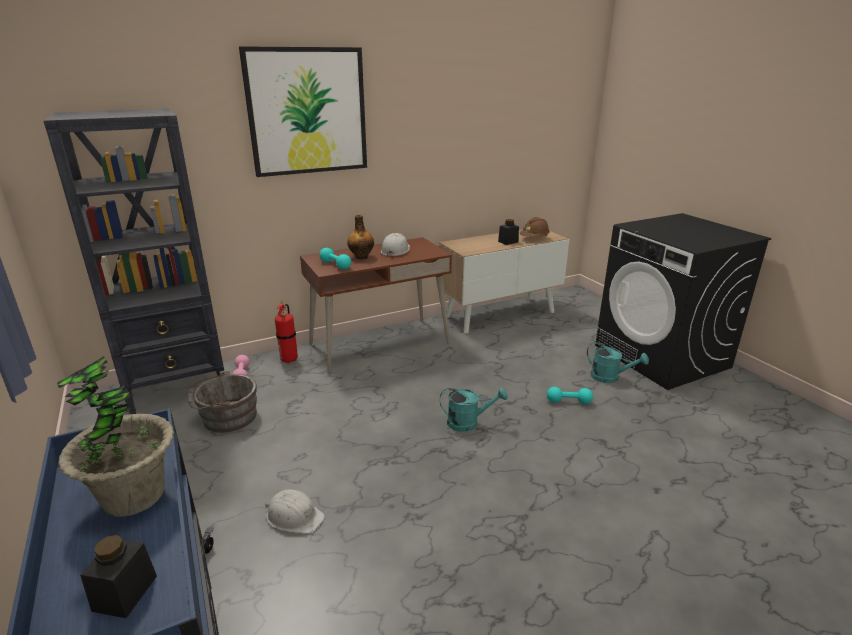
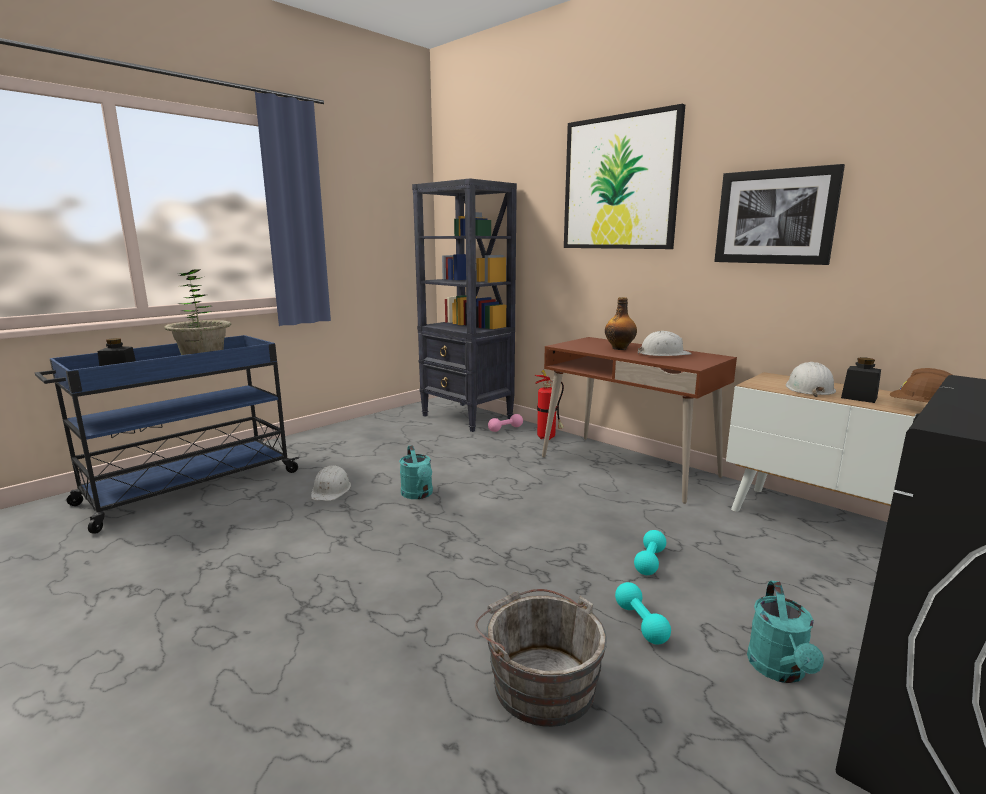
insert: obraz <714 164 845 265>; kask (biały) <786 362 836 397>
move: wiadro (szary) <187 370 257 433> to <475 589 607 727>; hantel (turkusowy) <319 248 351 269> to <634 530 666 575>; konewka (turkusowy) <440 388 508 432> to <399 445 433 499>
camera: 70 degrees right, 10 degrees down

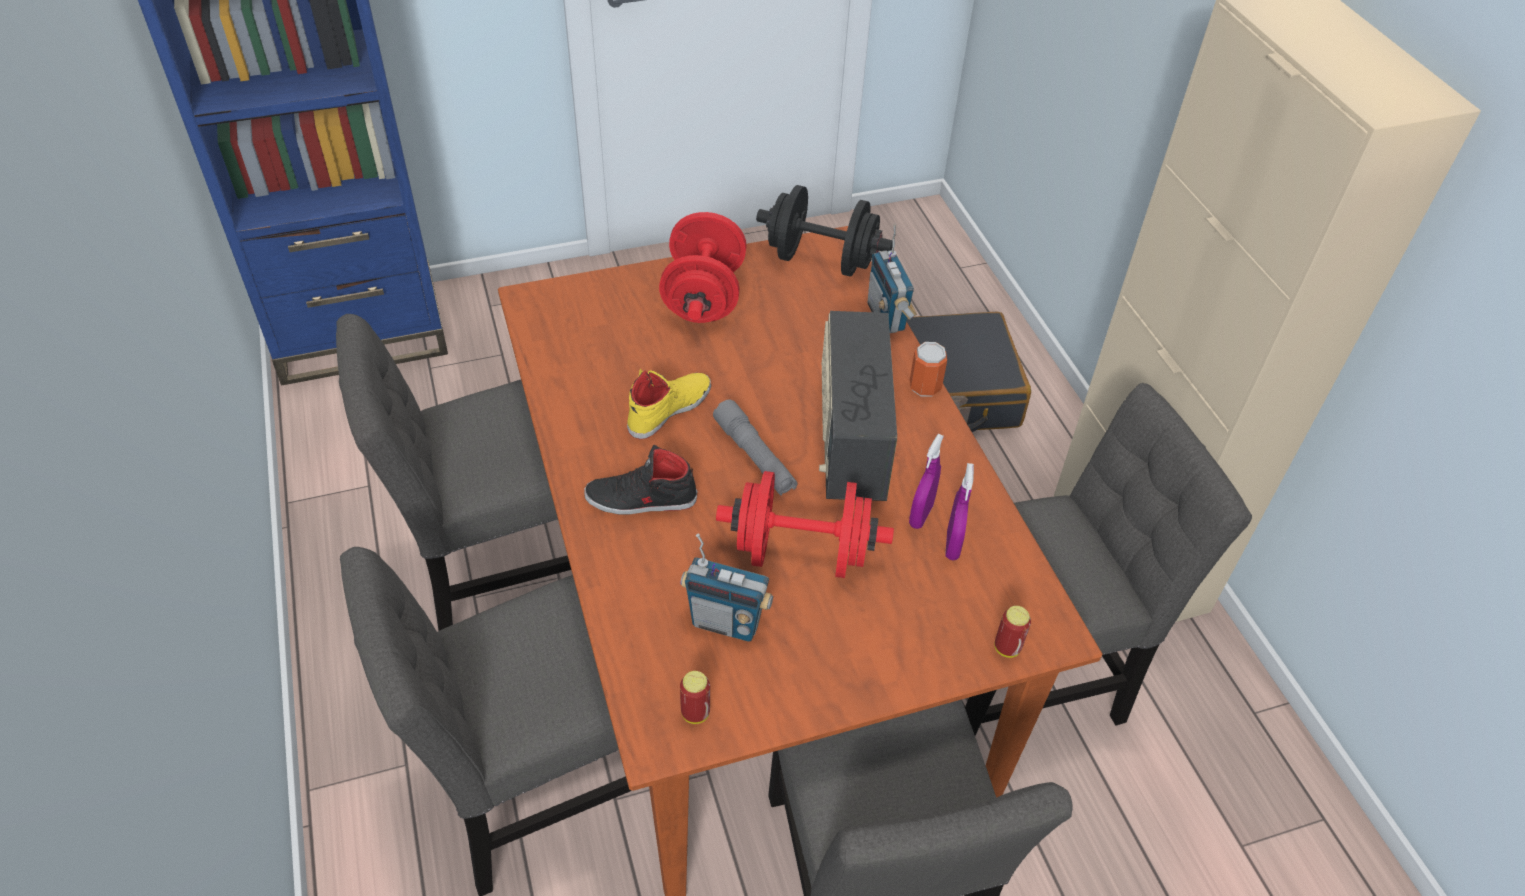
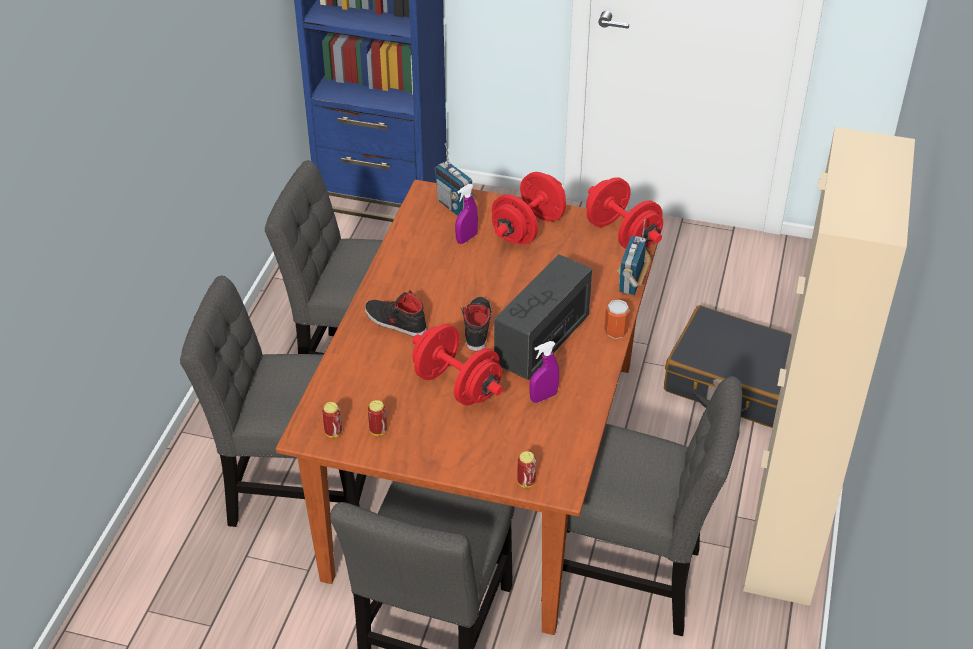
delete: but (żółty) <627 369 711 439>
insert: puszka <368 400 387 436>
move: radio <680 534 773 642> to <435 143 477 216>; spryskiwacz (fioletowy) <945 463 974 560> to <455 184 478 244>
replace: latarka (szary) <713 399 797 496> to but (czarny) <461 297 493 351>
recolor: hantel (czarny) <756 185 893 276> to hantel (czerwony) <586 177 663 249>
camera: 35 degrees right, 5 degrees down

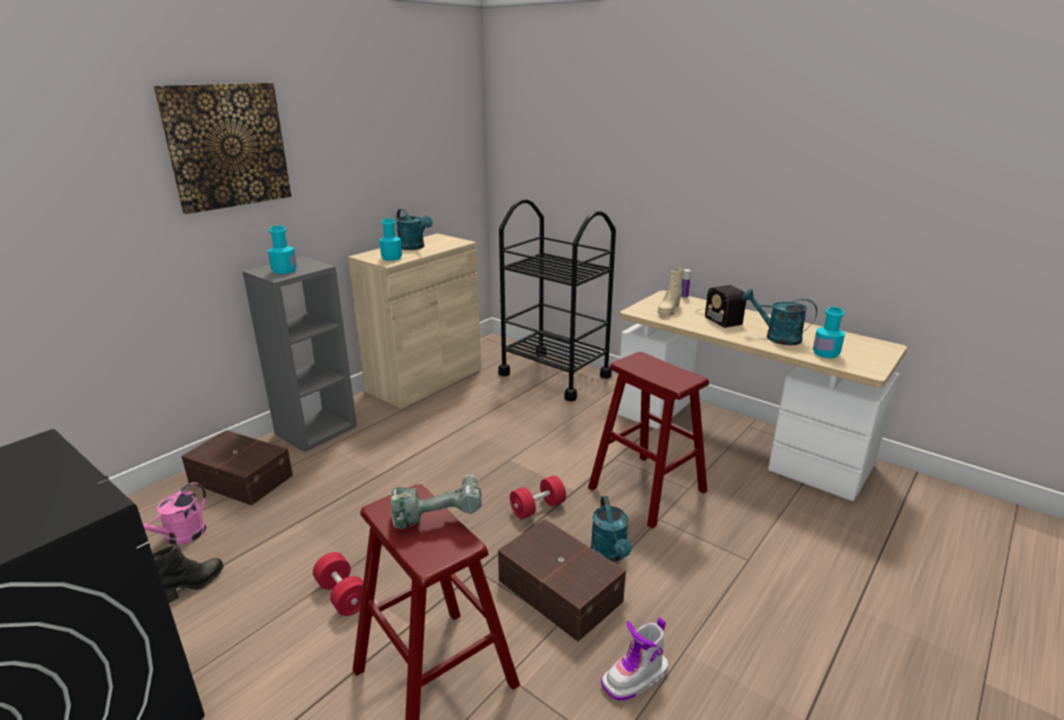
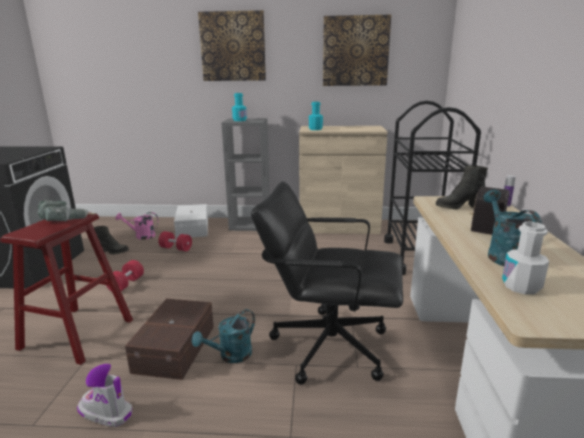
delete: konewka (turkusowy) <396 209 433 250>
insert: obraz <323 15 391 86>
move: hantel (czerwony) <510 475 566 519> to <158 231 192 251>
replace: stołek (czerwony) <588 352 709 529> to krzesło biurowe (czarny) <251 181 403 385>
recolor: pojemnik do przechowywania (brązowy) <181 430 293 505> to pojemnik do przechowywania (biały) <174 204 208 239>; but z cholewką (beżowy) <658 268 683 315> to but z cholewką (czarny) <436 166 488 210>; butelka (turkusowy) <813 307 845 358> to butelka (biały) <502 222 549 294>
camera: 55 degrees right, 5 degrees down

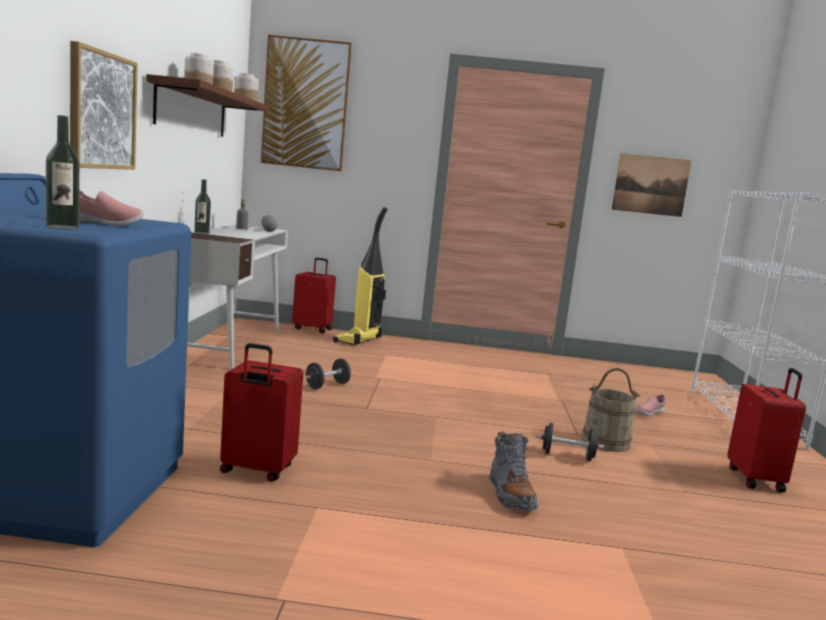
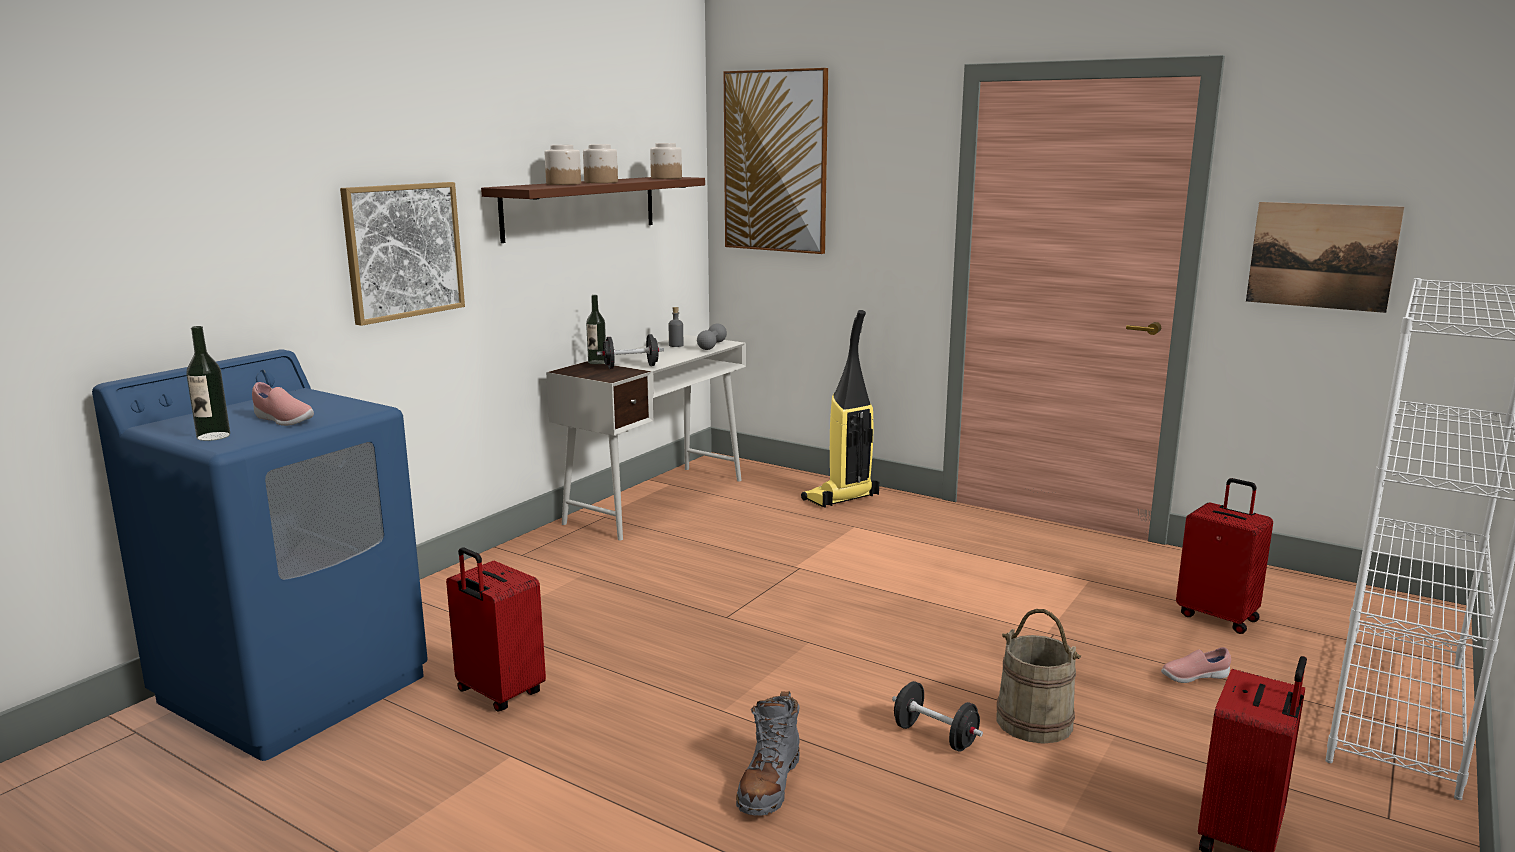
move: walizka (czerwony) <292 258 336 334> to <1176 478 1273 634>; hantel (czarny) <306 358 351 389> to <597 334 664 369>
camera: 30 degrees right, 5 degrees up

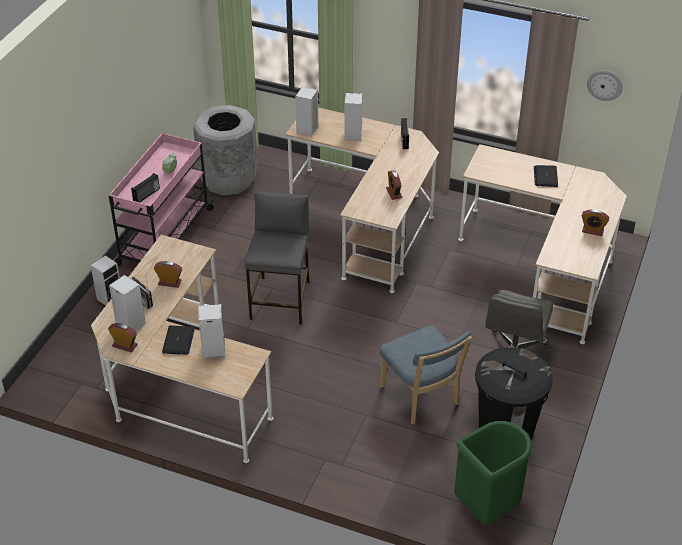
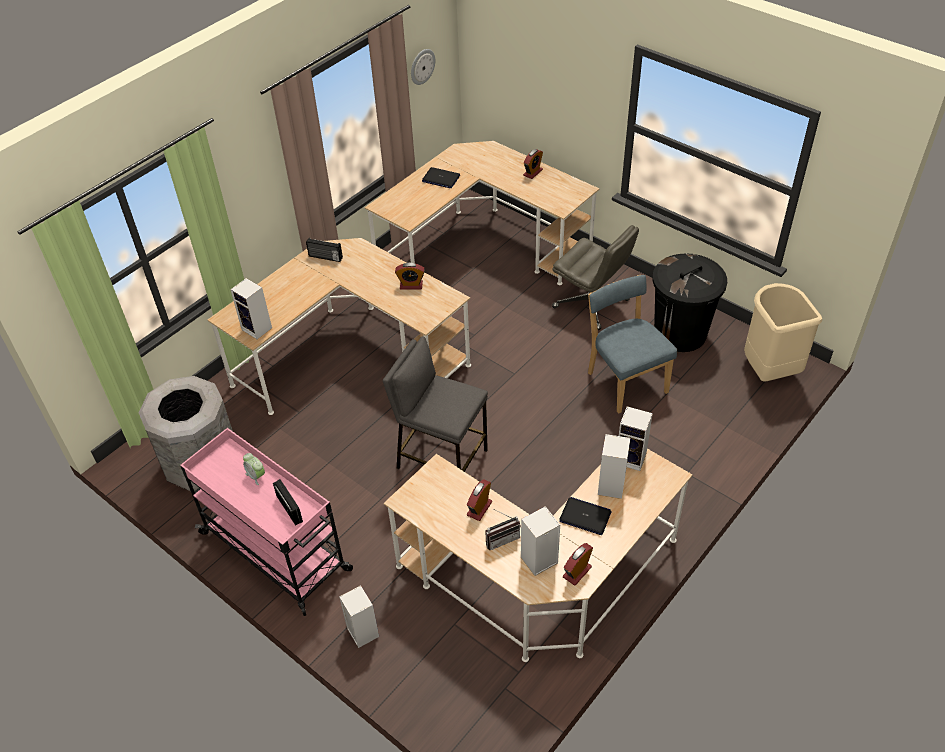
move: głośnik <344 93 363 141> to <619 406 653 471>
recolor: kosz na śmieci (zielony) <454 421 532 525> to kosz na śmieci (beżowy) <744 283 822 382>
rotate: krzesło (niebieski) <379 325 472 424> = <588 275 677 414> 105 degrees counterclockwise
camera: 70 degrees left, 5 degrees up

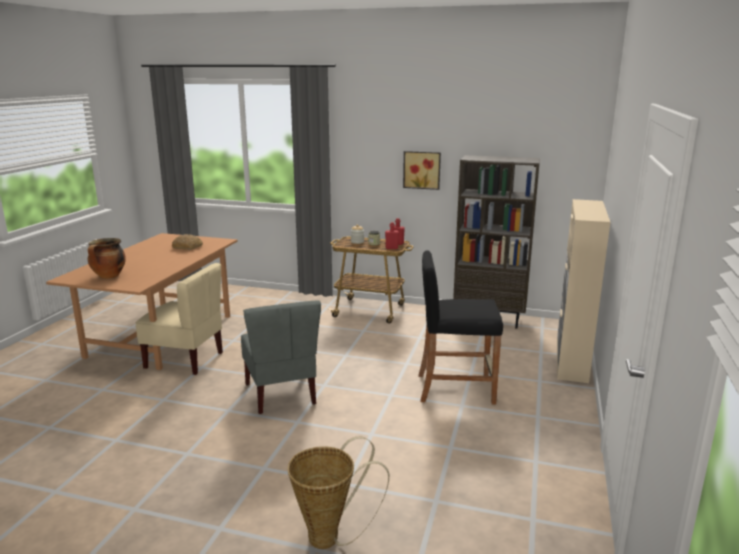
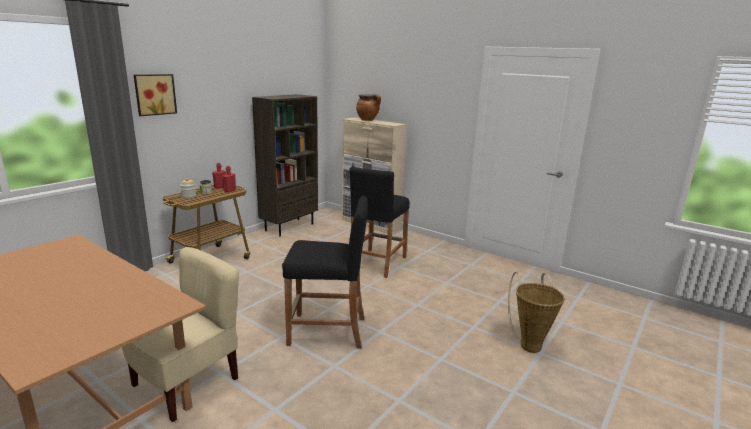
delete: chleb <171 234 203 250>
move: garnek <88 238 126 279> to <356 94 381 121>; obraz <403 151 441 190> to <134 74 177 116>
replace: krzesło (szary) <241 301 321 414> to stołek (czarny) <282 196 368 349>
camera: 70 degrees left, 0 degrees up

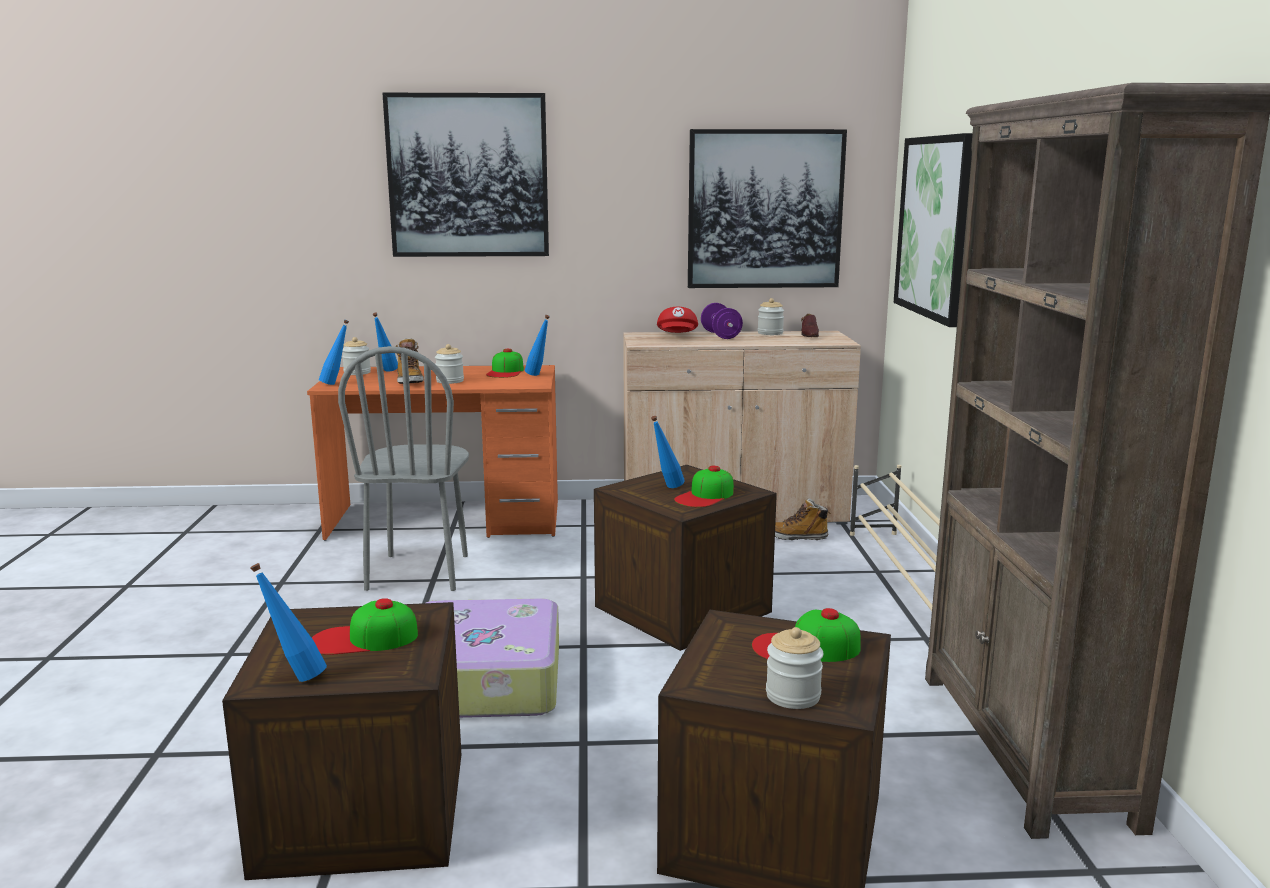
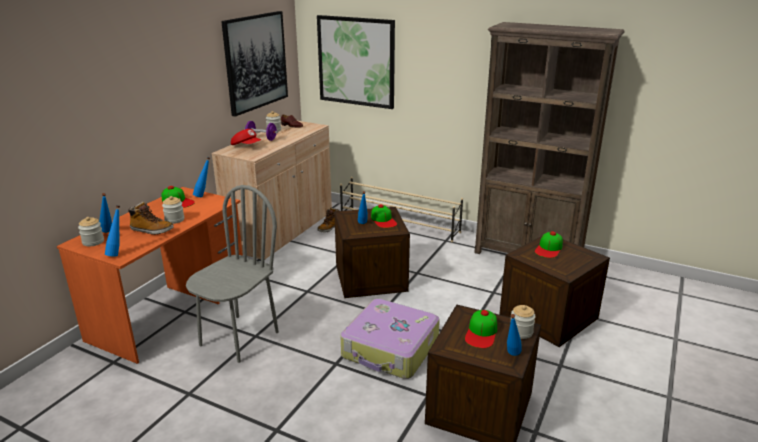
delete: obraz <382 93 549 257>
move: słoik <766 627 824 709> to <510 305 536 339>
rotate: krzesło (szary) <338 346 469 591> = <186 185 279 363> 90 degrees counterclockwise
camera: 60 degrees left, 10 degrees up

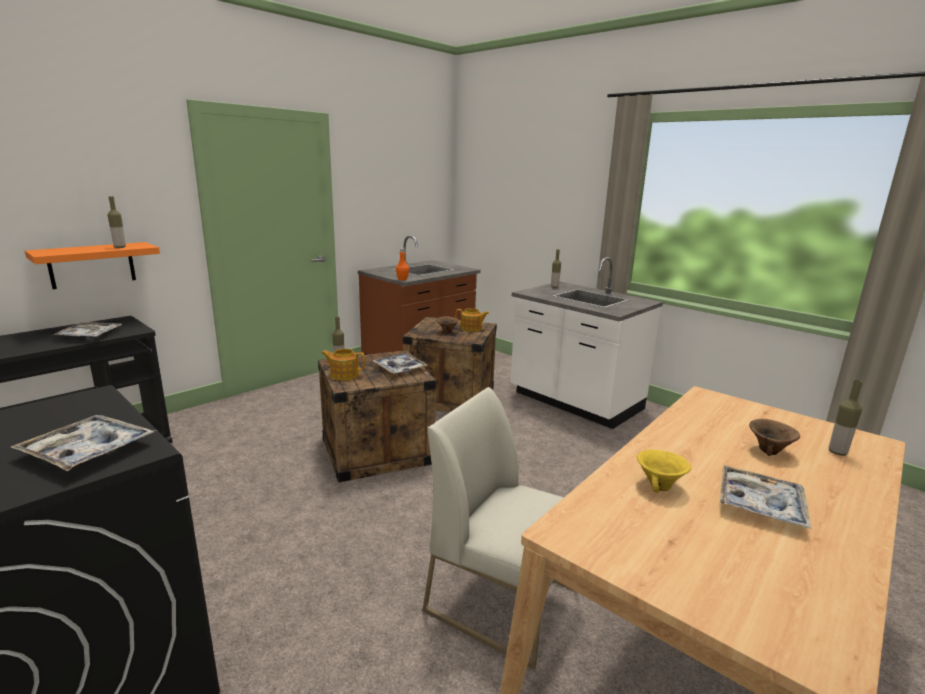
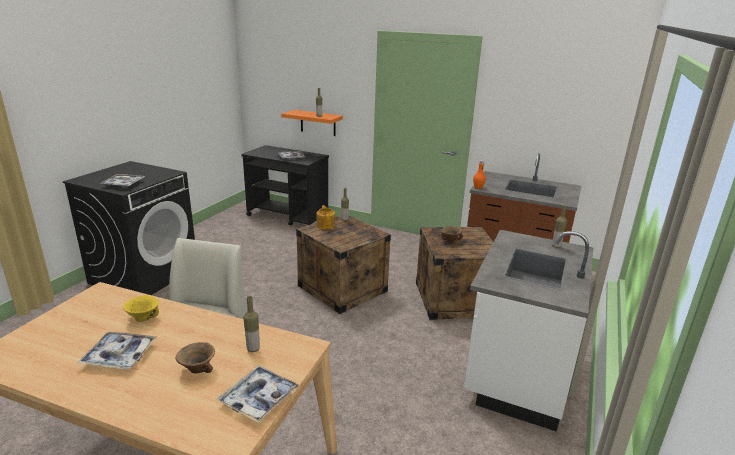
delete: imbryk <456 308 489 332>
move: taca <373 353 427 374> to <217 366 299 423>; butelka <829 380 863 456> to <243 296 260 352>
camera: 70 degrees right, 5 degrees up

